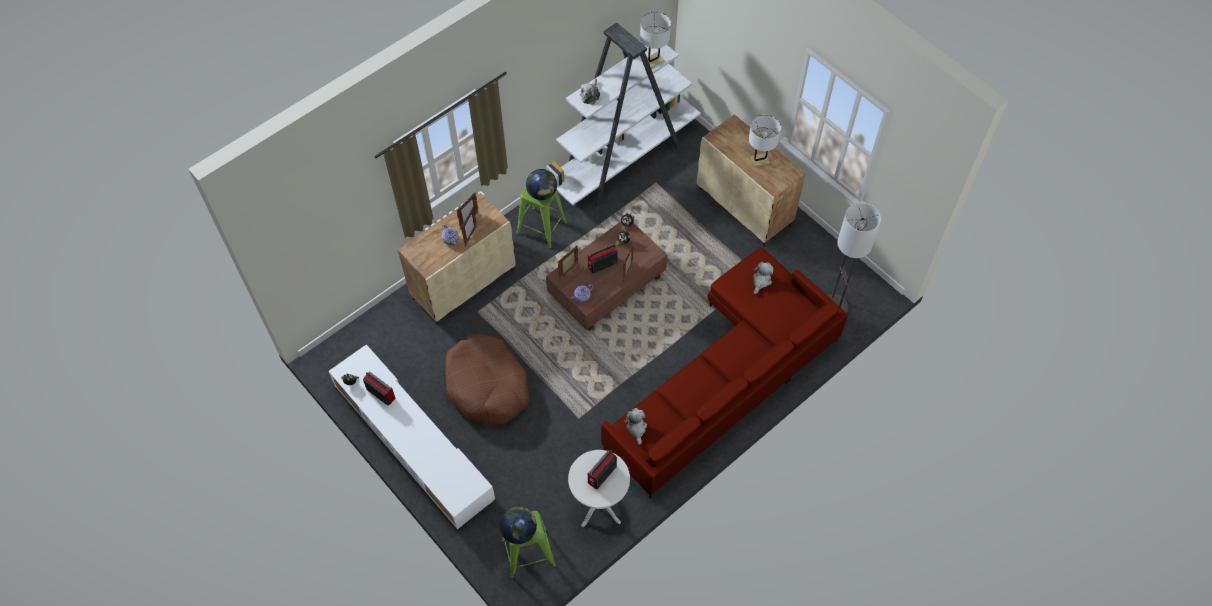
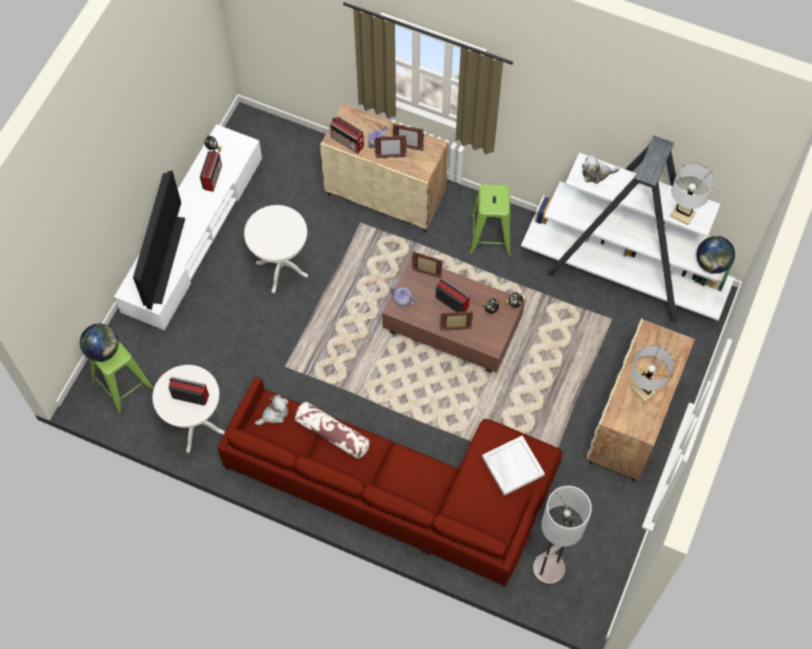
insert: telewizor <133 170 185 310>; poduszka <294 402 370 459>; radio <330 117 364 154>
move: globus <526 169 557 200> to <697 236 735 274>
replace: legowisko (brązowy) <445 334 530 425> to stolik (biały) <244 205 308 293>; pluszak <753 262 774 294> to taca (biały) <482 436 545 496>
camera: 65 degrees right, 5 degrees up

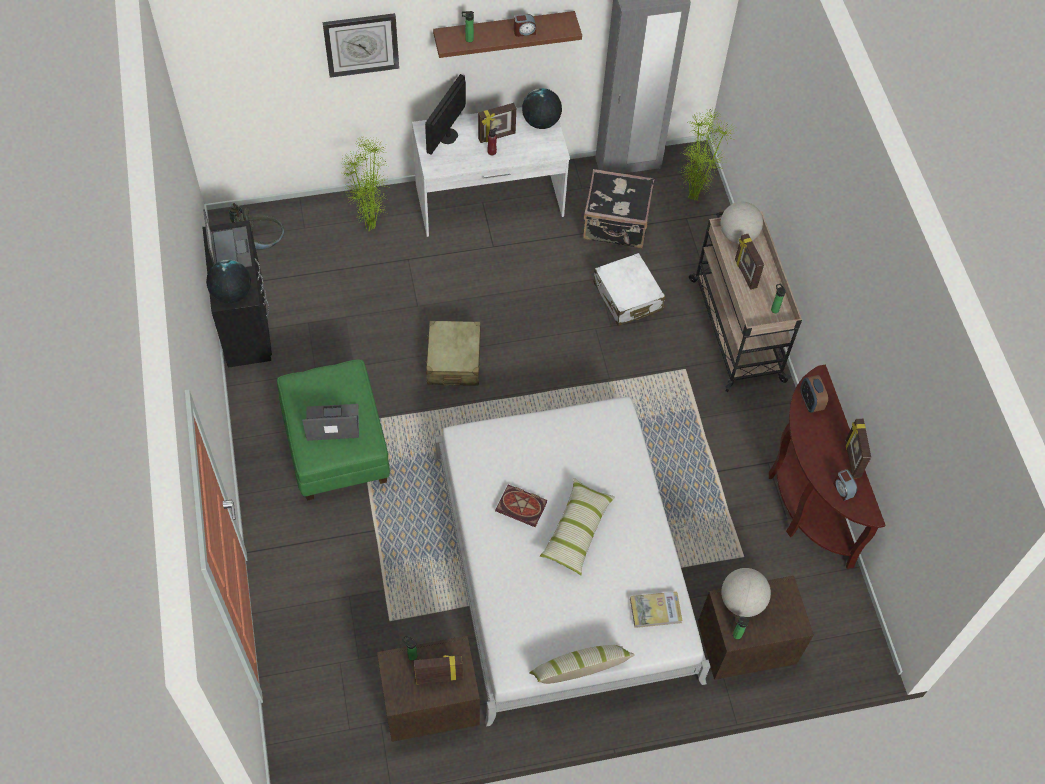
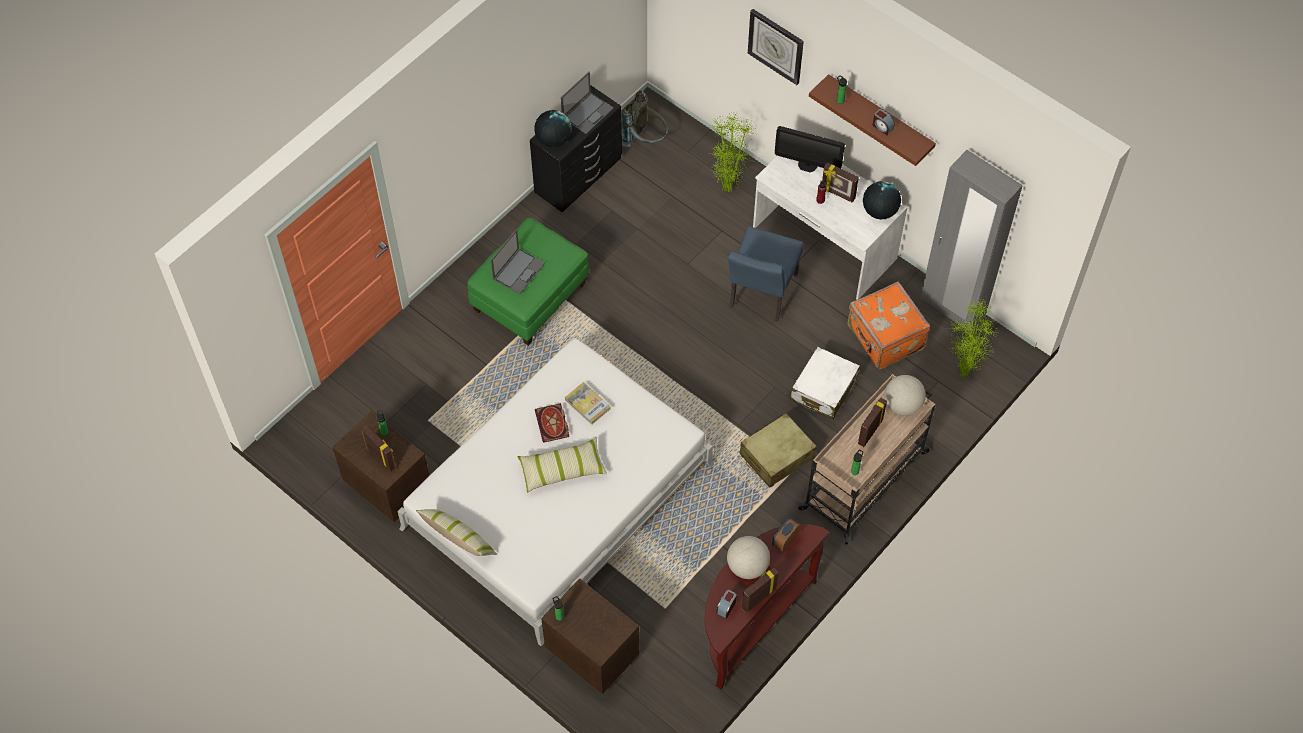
insert: krzesło (niebieski) <728 226 803 321>
move: walizka (beżowy) <426 321 481 386> to <740 413 817 488>; książka <630 592 683 628> to <565 382 611 425>; globus <721 568 771 617> to <727 536 770 579>
recolor: walizka (czarny) <583 169 654 248> to walizka (pomarańczowy) <847 281 930 370>
rotate: laptop <302 404 359 441> = <490 229 545 294> 75 degrees clockwise; monitor <425 74 466 155> = <775 126 845 172> 150 degrees counterclockwise
camera: 55 degrees right, 0 degrees up

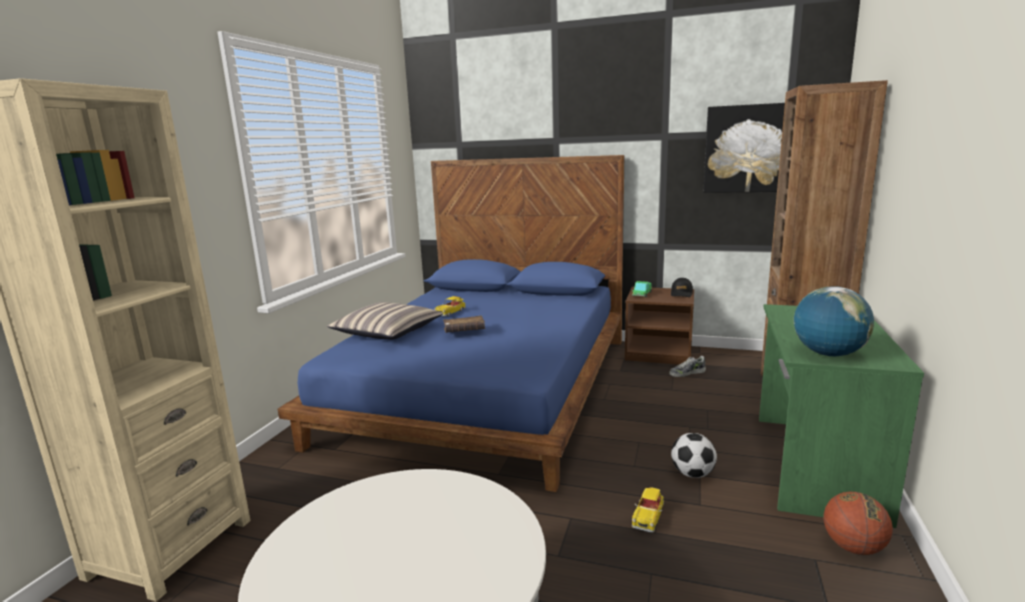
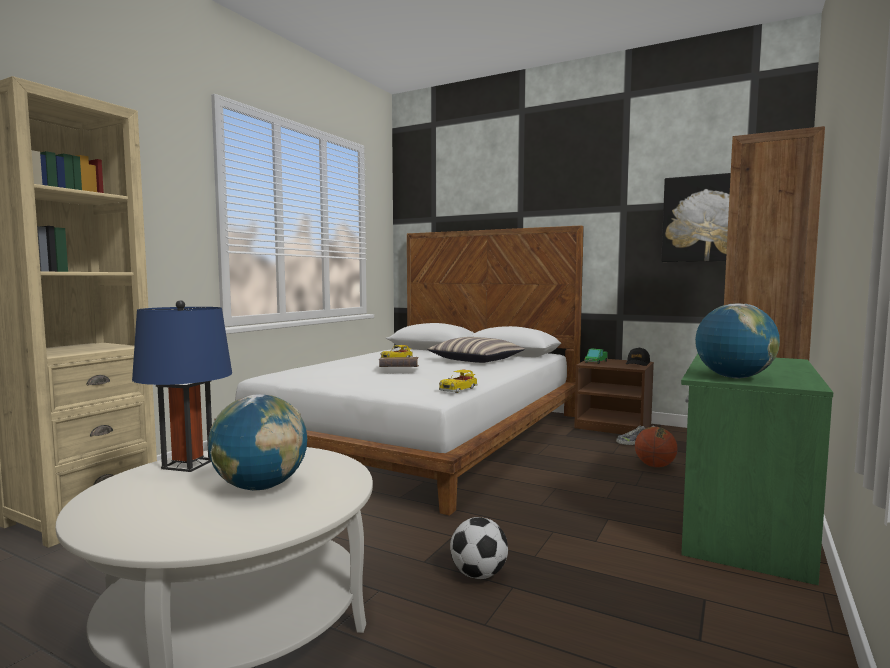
insert: lampa stołowa (niebieski) <132 300 232 472>; globus <208 394 307 490>
move: poduszka <327 302 443 340> to <427 337 525 363>; samochodzik <632 487 664 533> to <439 369 478 393>; piłka futbolowa <671 433 717 478> to <450 517 508 579>; piłka do koszykówki <824 492 893 555> to <635 427 678 467>
recolor: łóżko (niebieski) <278 155 624 492> to łóżko (biały) <214 226 584 516>
camera: 10 degrees right, 10 degrees down

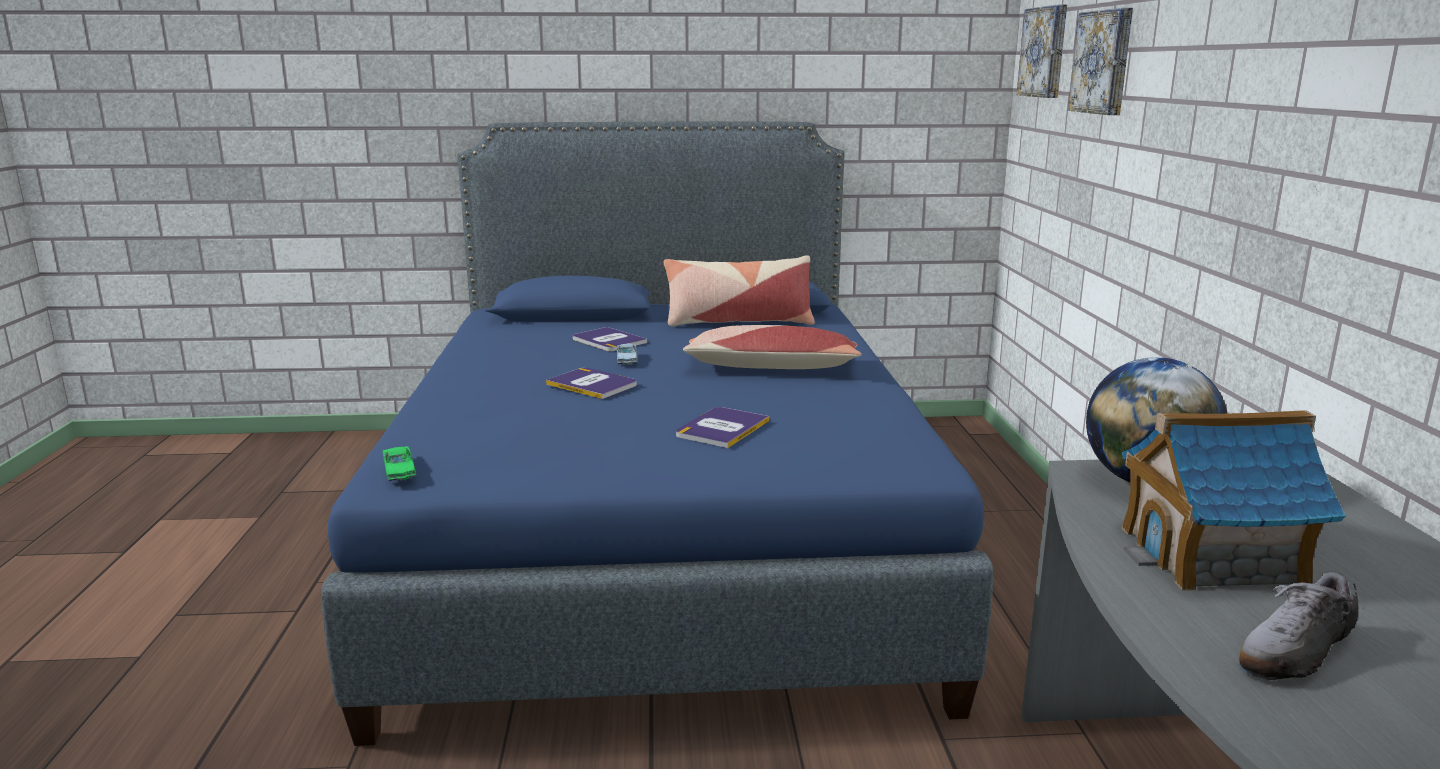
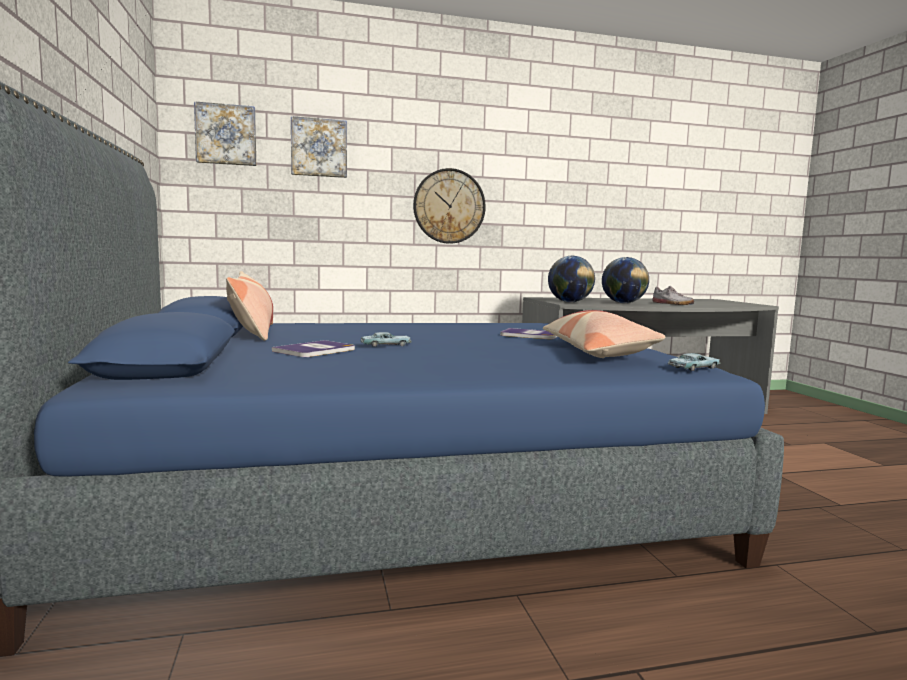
delete: książka <546 368 637 399>
insert: zegar ścienny <413 168 486 244>
move: poduszka <683 325 862 369> to <543 310 665 358>
replace: domek <1121 410 1346 591> to globus <602 257 649 303>
recolor: samochodzik (zielony) <383 446 416 482> to samochodzik (niebieski) <668 353 720 371>
camera: 100 degrees left, 10 degrees down

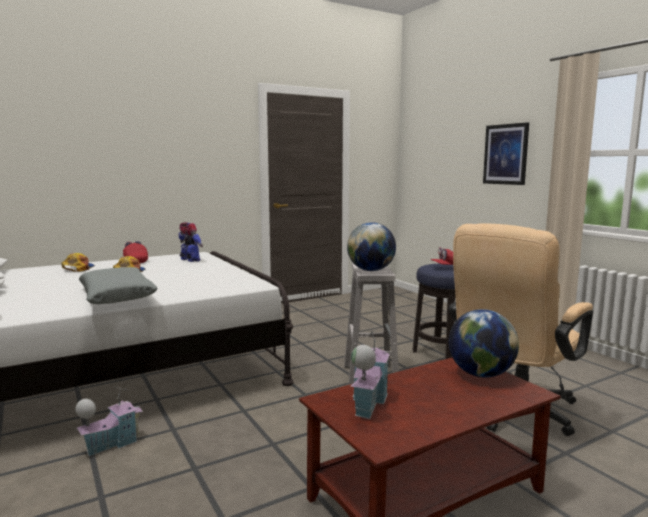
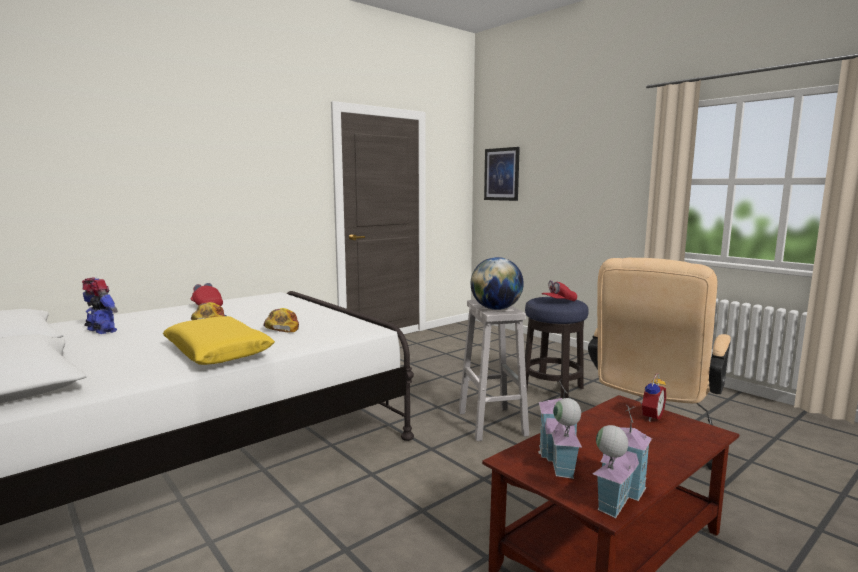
move: czapka z daszkiem <61 253 95 272> to <264 308 299 332>; domek <75 387 143 456> to <593 405 652 518>; robot zabawkowy <179 222 203 262> to <82 277 118 334>; obraz <483 122 529 185> to <484 147 520 201>
replace: globus <448 309 519 378> to budzik <640 374 666 422>
recolor: poduszka (szary) <79 267 158 304> to poduszka (żółty) <163 316 275 365>
camera: 10 degrees left, 0 degrees up

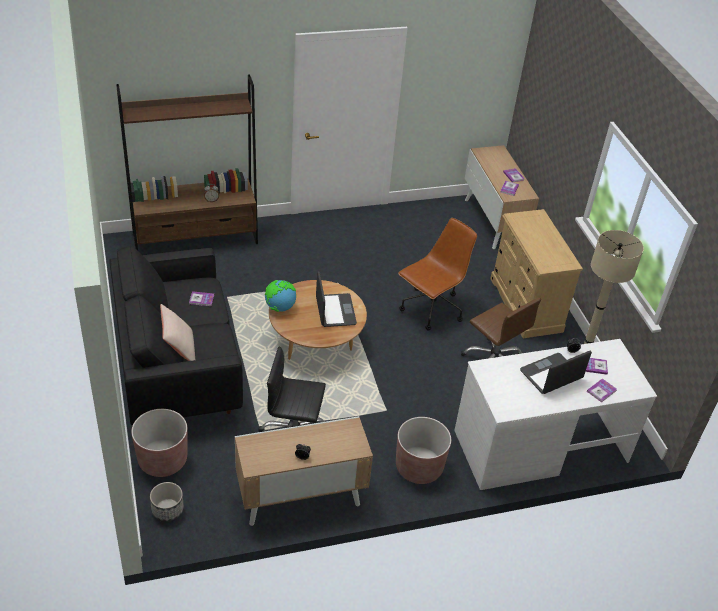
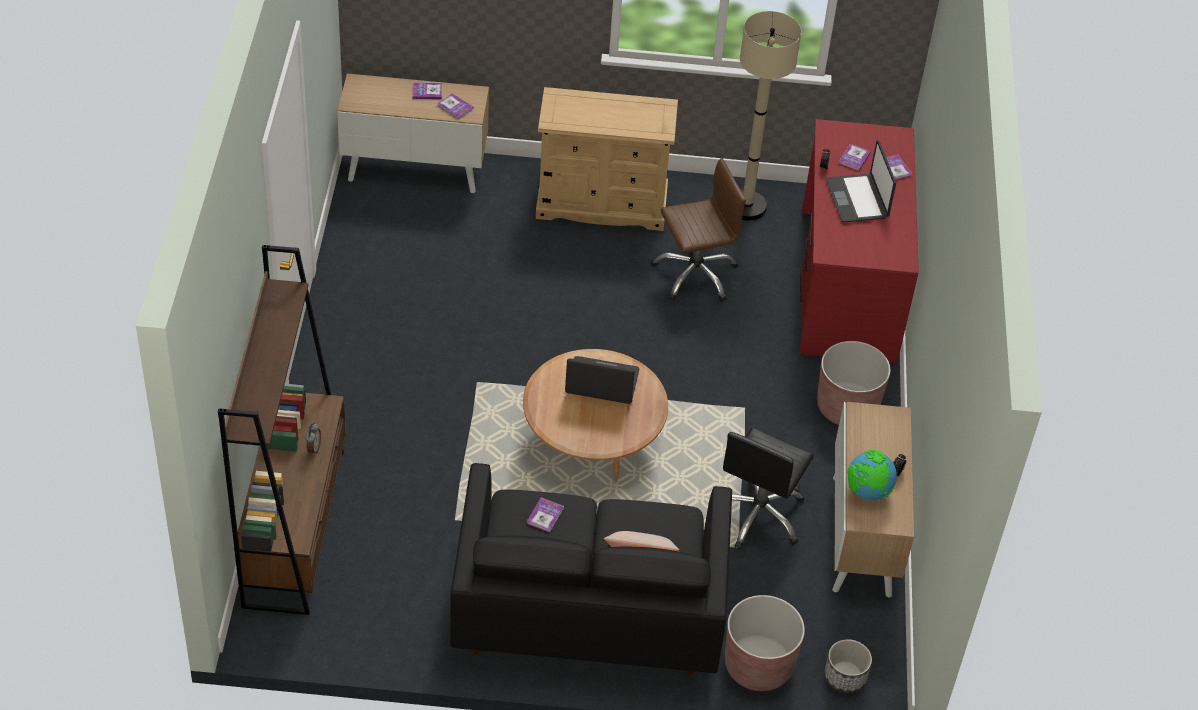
delete: krzesło biurowe (brązowy) <398 218 477 331>
move: globus <265 280 296 312> to <847 450 897 500>
recolor: biurko (biały) <454 339 657 490> to biurko (czerwony) <799 119 919 363>
camera: 70 degrees left, 5 degrees up

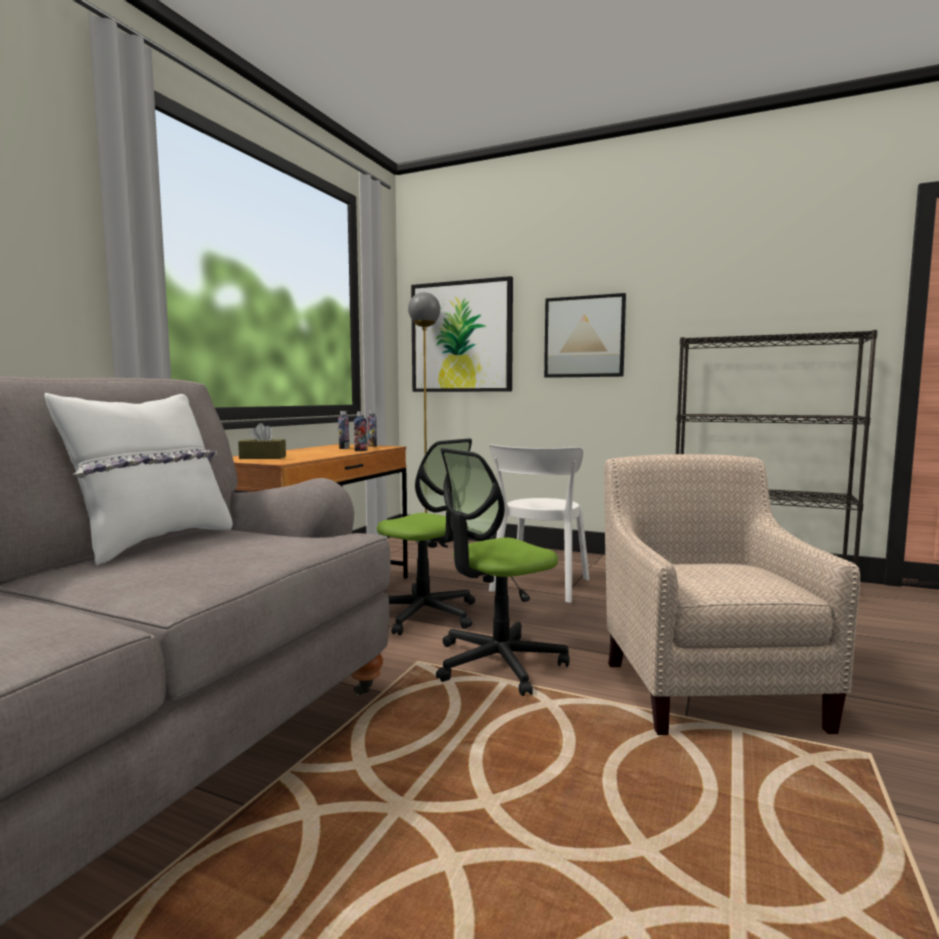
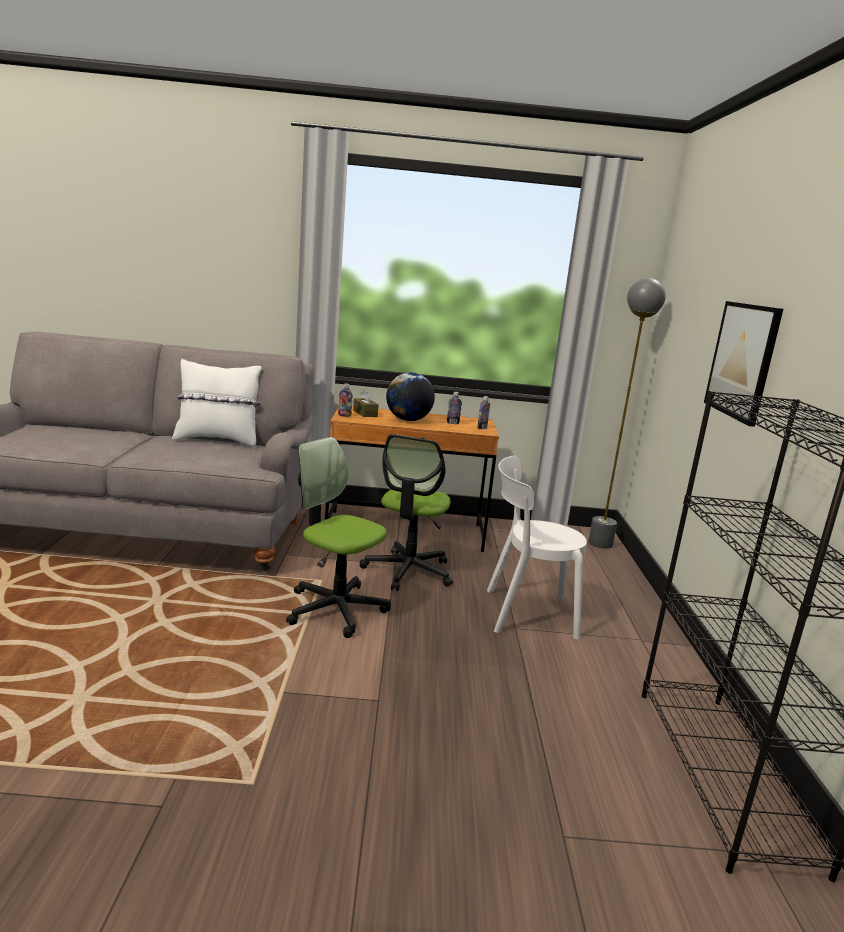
delete: obraz <411 276 513 392>; fotel (beżowy) <604 454 860 735>
insert: globus <386 372 435 421>
move: butelka <354 412 367 451> to <338 384 353 417>
camera: 65 degrees right, 10 degrees up

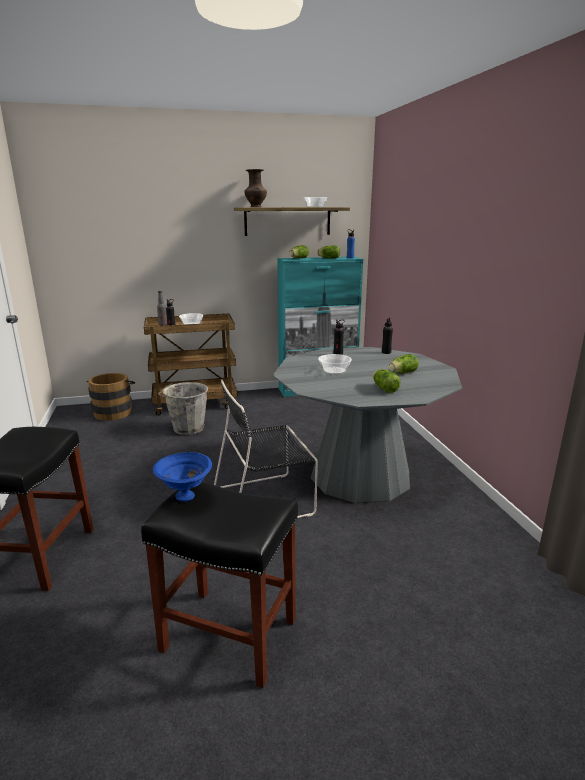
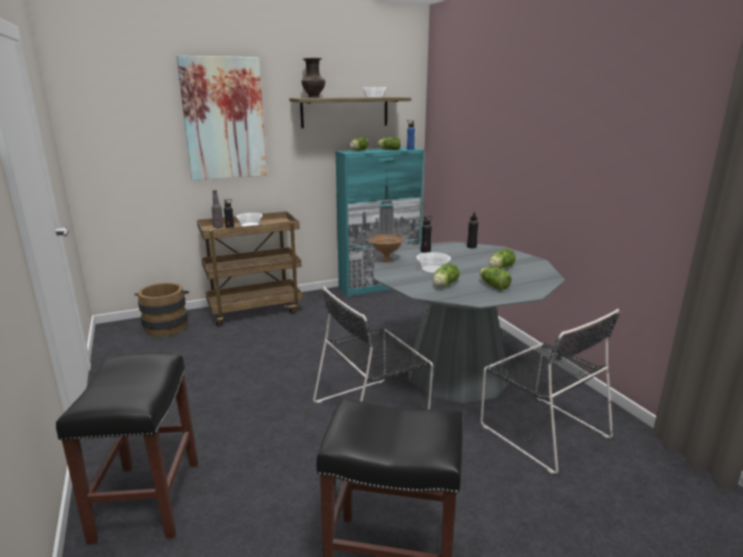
delete: miska (niebieski) <153 452 212 502>; wiadro (szary) <158 382 208 435>
insert: obraz <177 56 267 181>; miska (brązowy) <368 234 404 262>; sałata <433 263 460 286>; krzesło (czarny) <481 309 620 474>
camera: 10 degrees left, 0 degrees up

